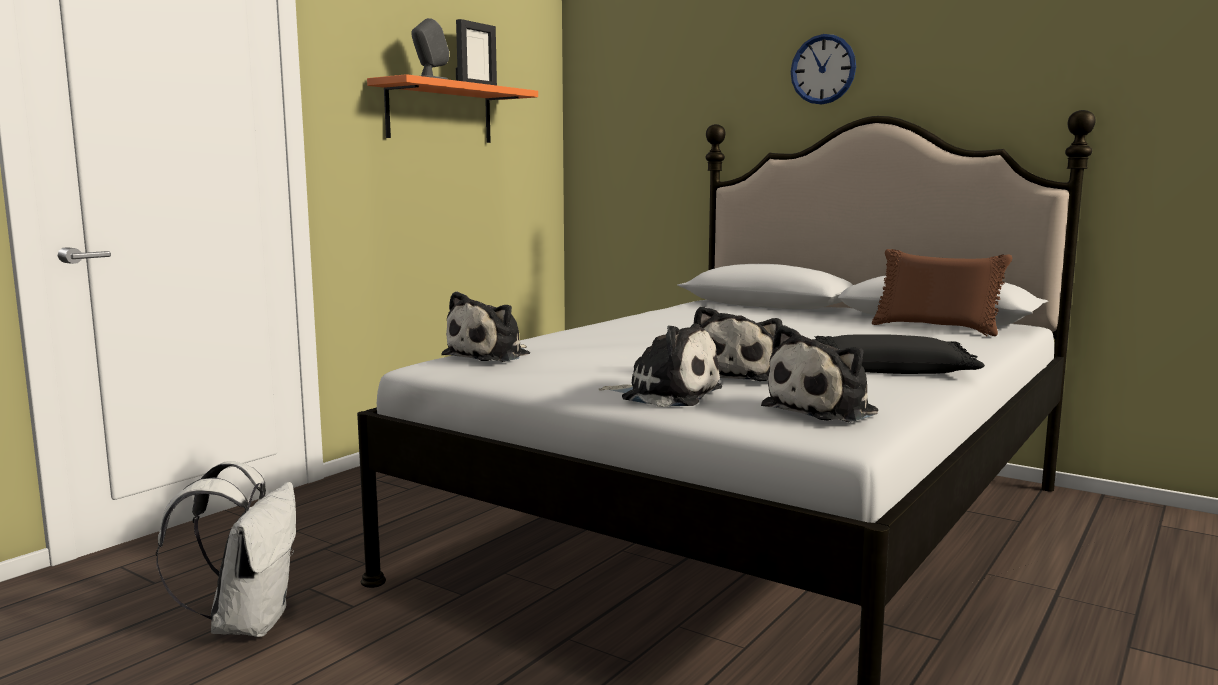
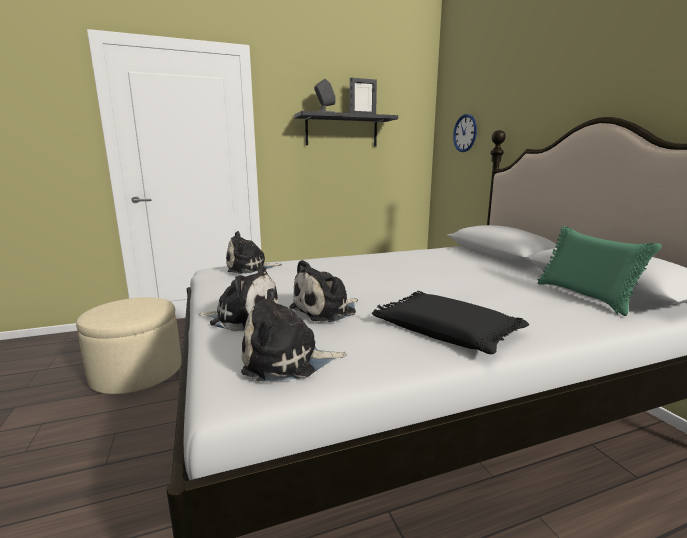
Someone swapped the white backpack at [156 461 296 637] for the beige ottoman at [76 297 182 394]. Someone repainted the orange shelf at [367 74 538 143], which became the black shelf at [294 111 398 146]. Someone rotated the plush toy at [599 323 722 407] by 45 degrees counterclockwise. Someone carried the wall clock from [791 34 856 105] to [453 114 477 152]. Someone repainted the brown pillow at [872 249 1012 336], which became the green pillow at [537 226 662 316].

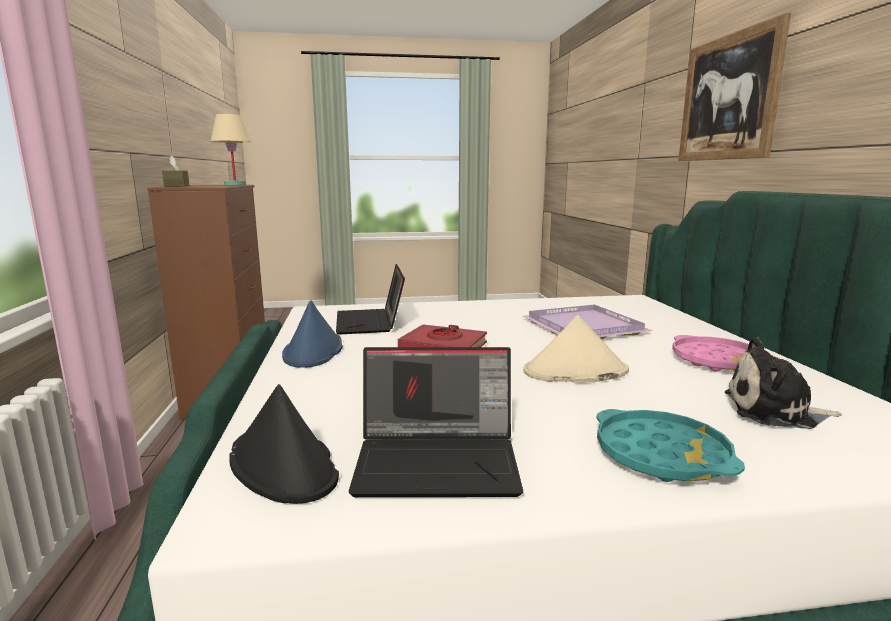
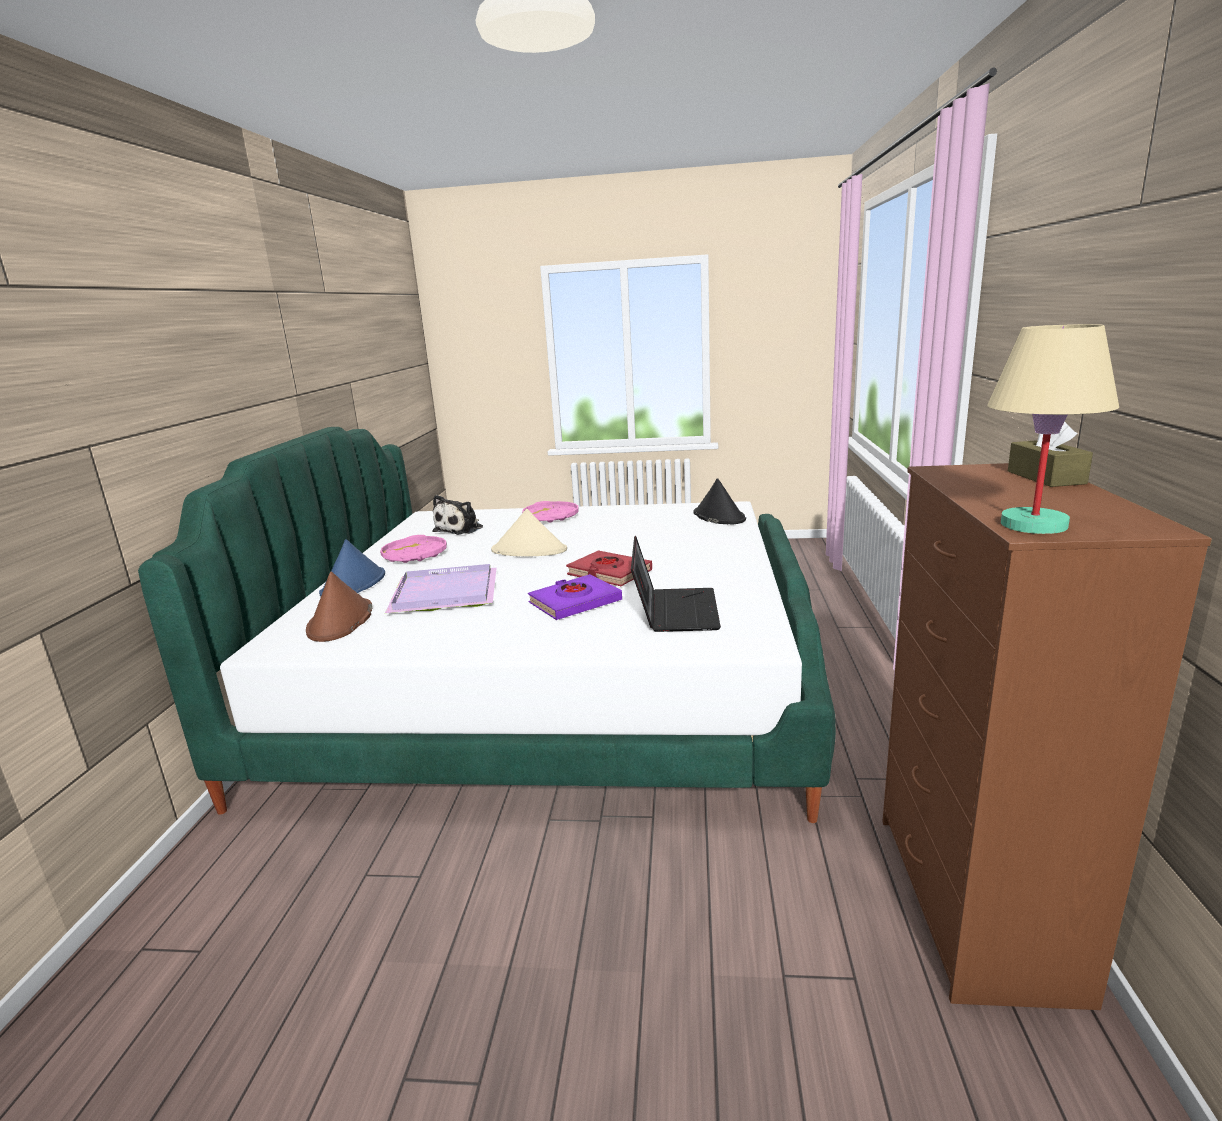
Someone carried the blue hat from [282 300 343 368] to [319 539 385 597]. Someone took away the laptop at [349 347 523 497]. Someone repainted the turquoise tray at [596 409 745 482], which became the pink tray at [522 501 579 522]. Someone took away the picture at [678 13 791 161]. Someone rotated the plush toy at [725 337 842 429] by 90 degrees clockwise. Someone put down the brown hat at [306 571 373 642]. Someone put down the purple book at [528 574 622 620].

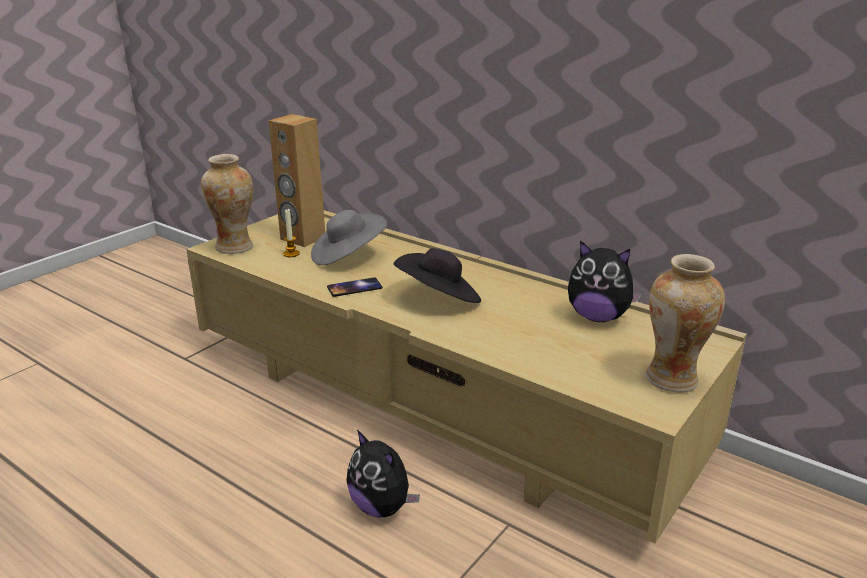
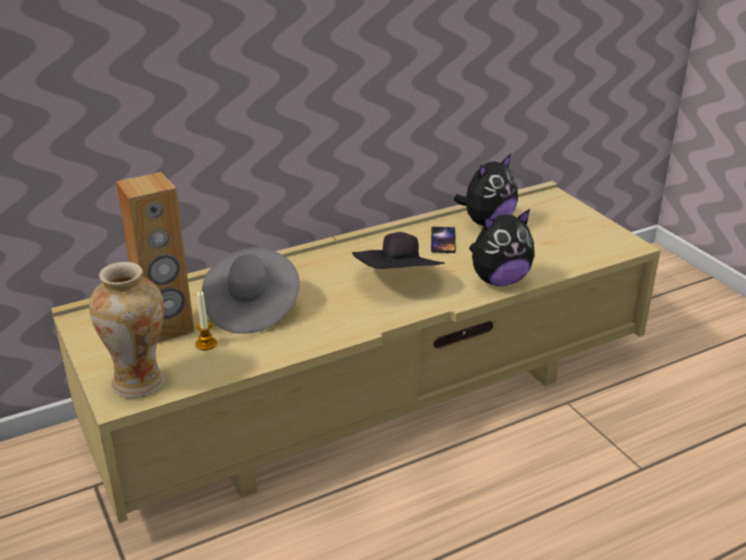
Someone carried the phone from [327 277 382 297] to [431 227 456 253]. Someone carried the plush toy from [346 430 420 518] to [469 209 535 286]. Someone took away the vase at [645 254 725 392].

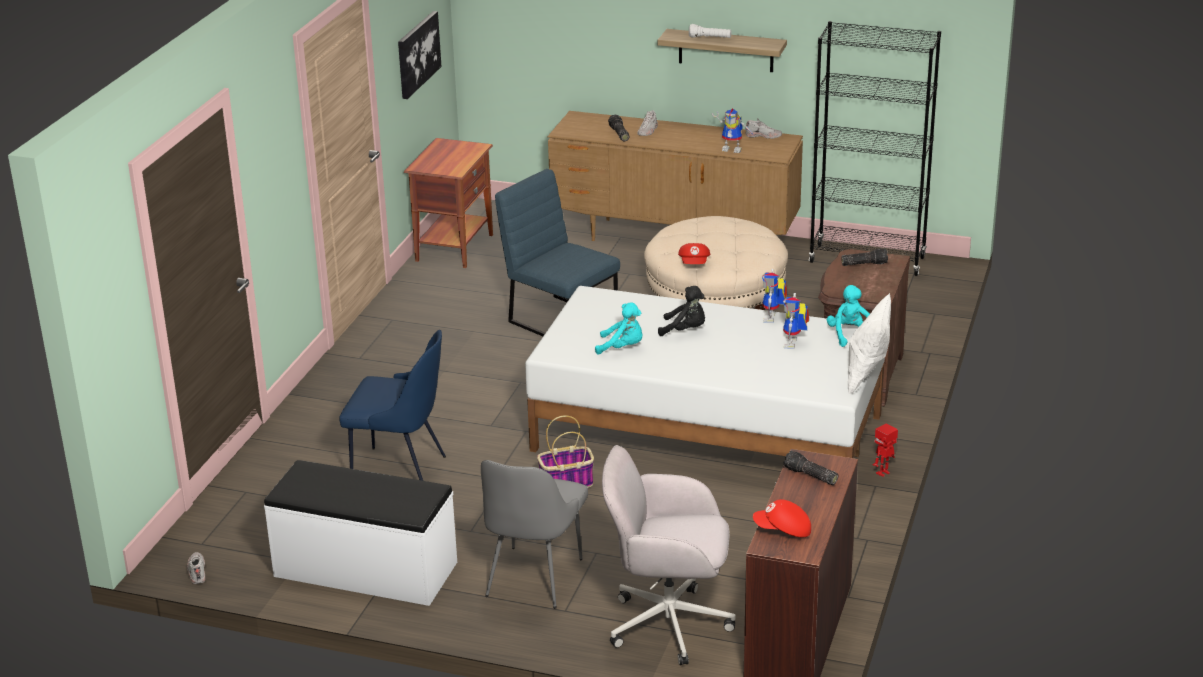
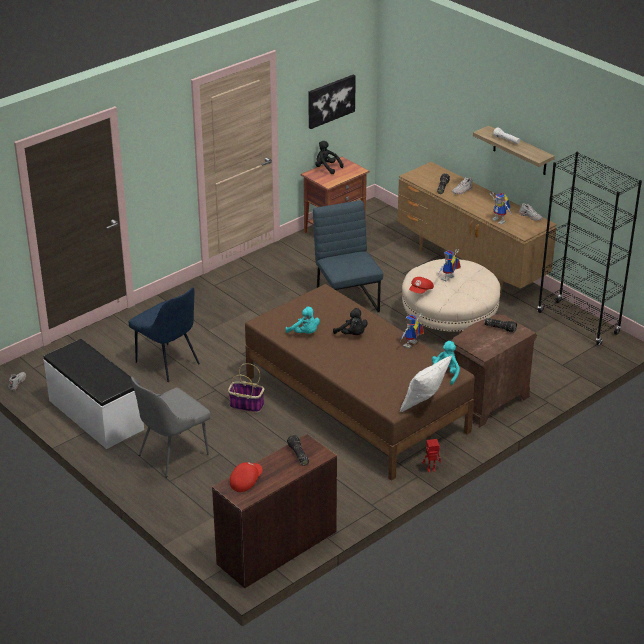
Someone repainted the white bed at [525 286 885 458], which became the brown bed at [245 284 475 481]. Someone took away the grey office chair at [602 445 736 665]. Someone rotated the red cap at [753 499 811 537] by 90 degrees clockwise. Someone carried the toy robot from [783 293 809 349] to [439 249 461 282]. Someone put down the black plush toy at [315 141 344 174].

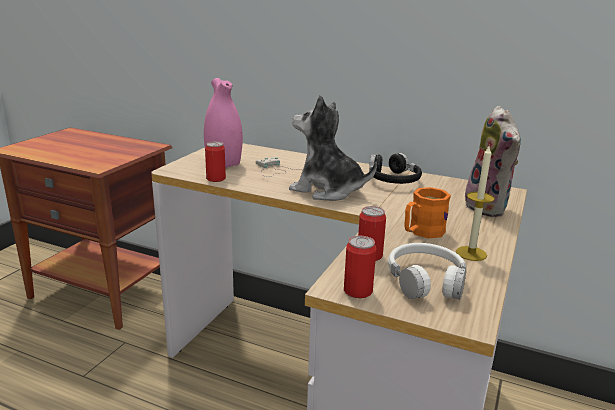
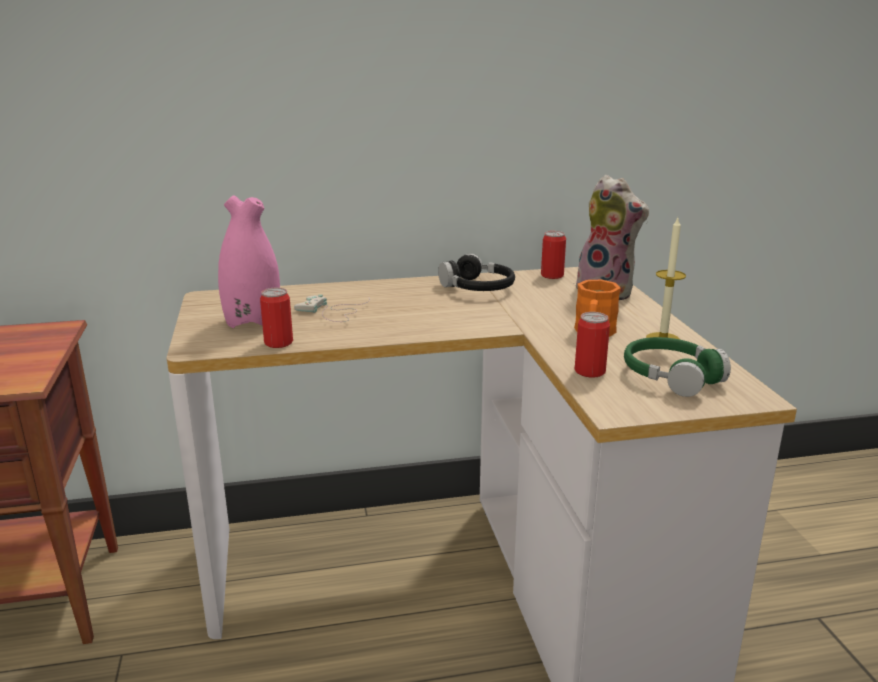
Someone took away the plush toy at [289 95 377 201]. Someone carried the can from [344 236 376 298] to [541 231 566 279]. Someone repainted the white headphones at [388 243 466 300], which became the green headphones at [624 337 731 397].

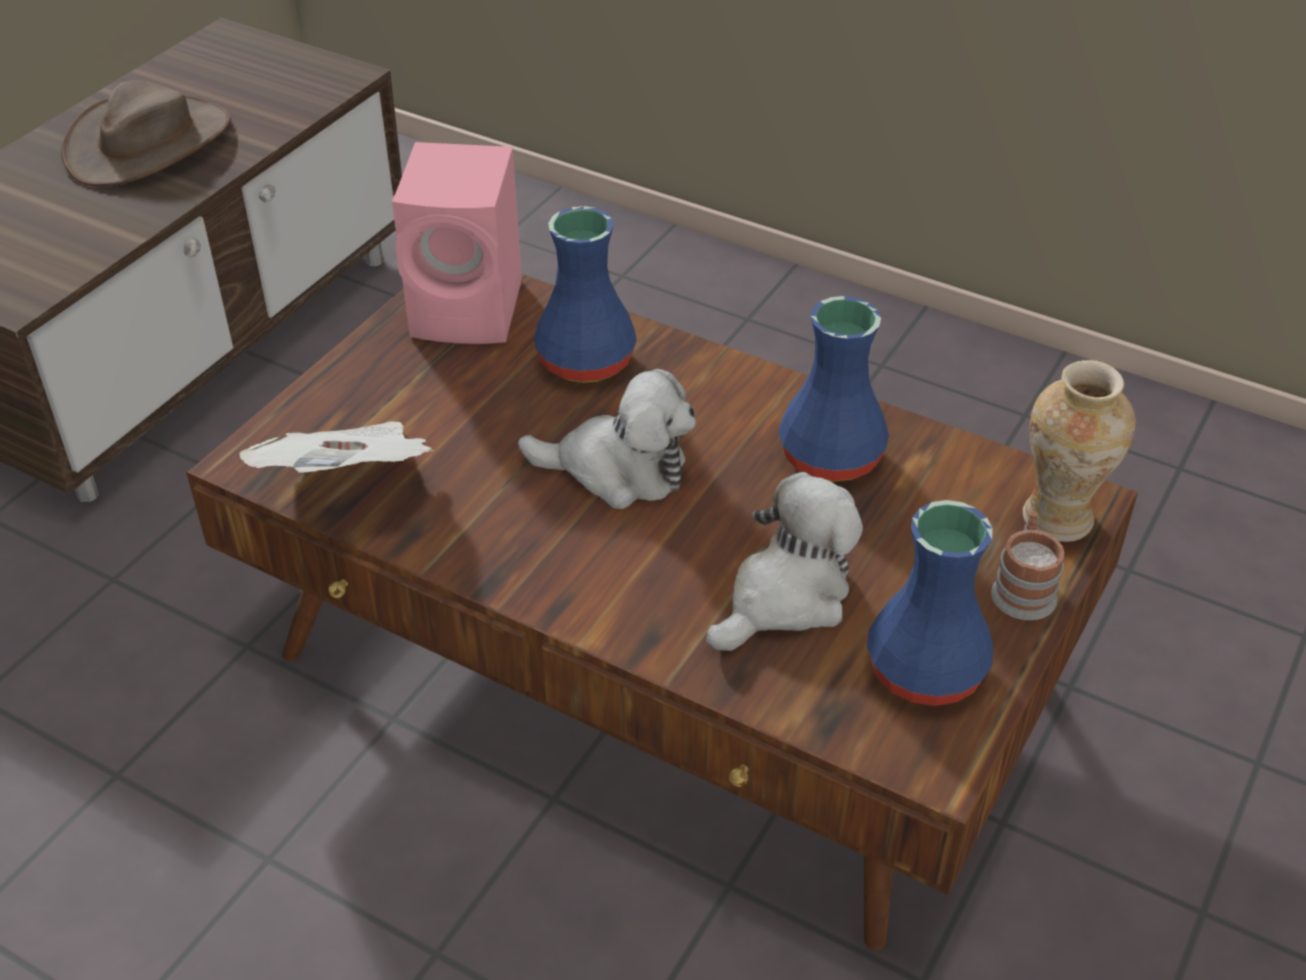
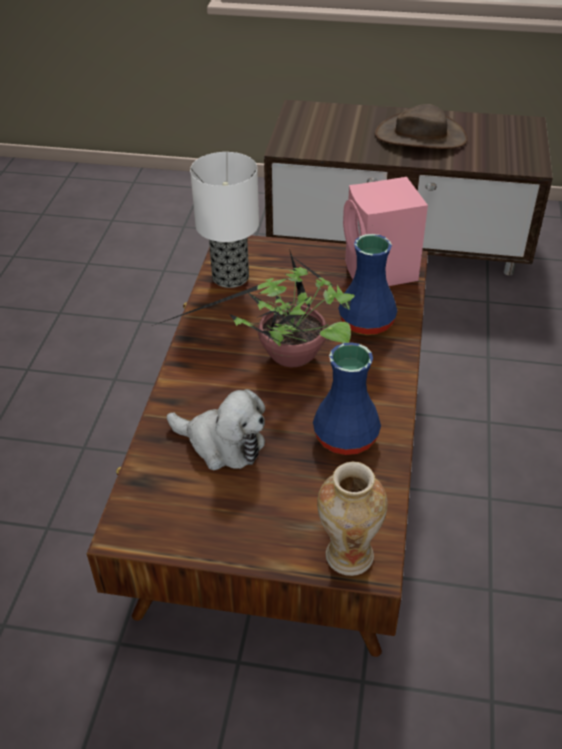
Someone swapped the newspaper at [239 421 433 473] for the table lamp at [190 152 259 288]. Someone swapped the plush toy at [518 369 696 509] for the potted plant at [152 249 355 367]. Someone took away the blue vase at [867 500 993 706]. Someone took away the mug at [991 511 1064 620].

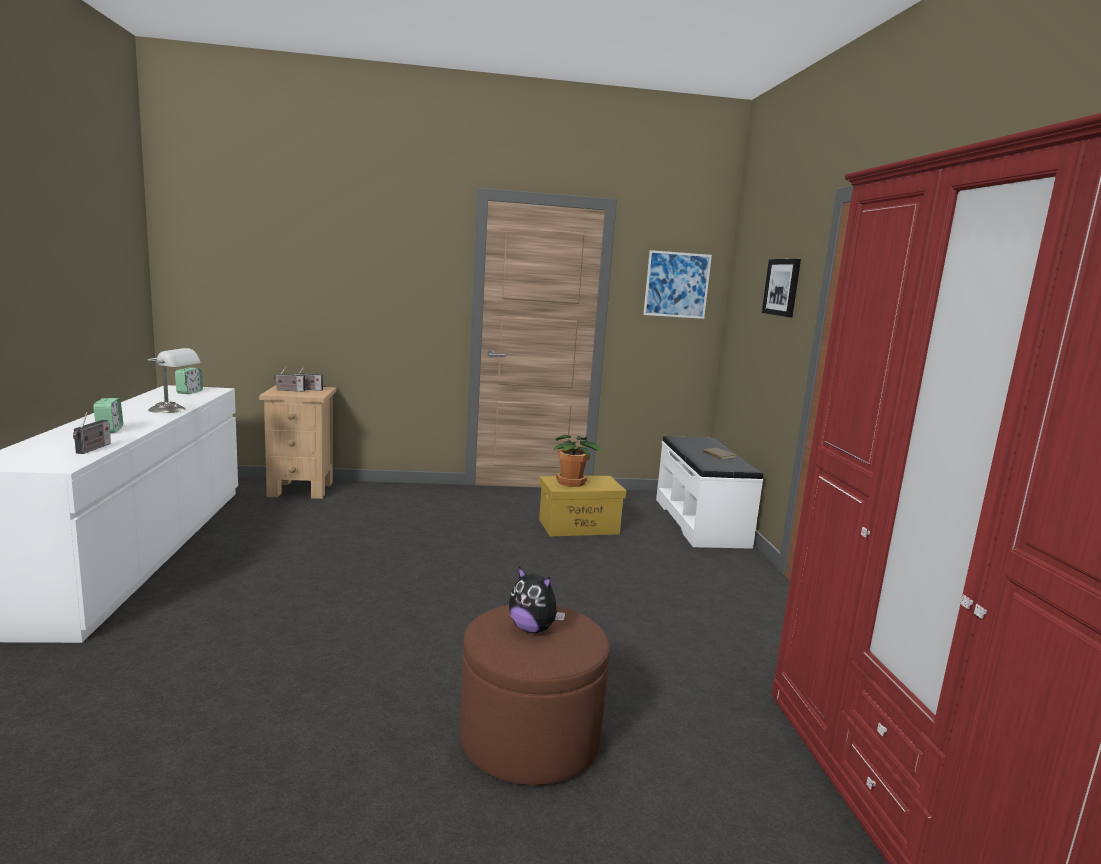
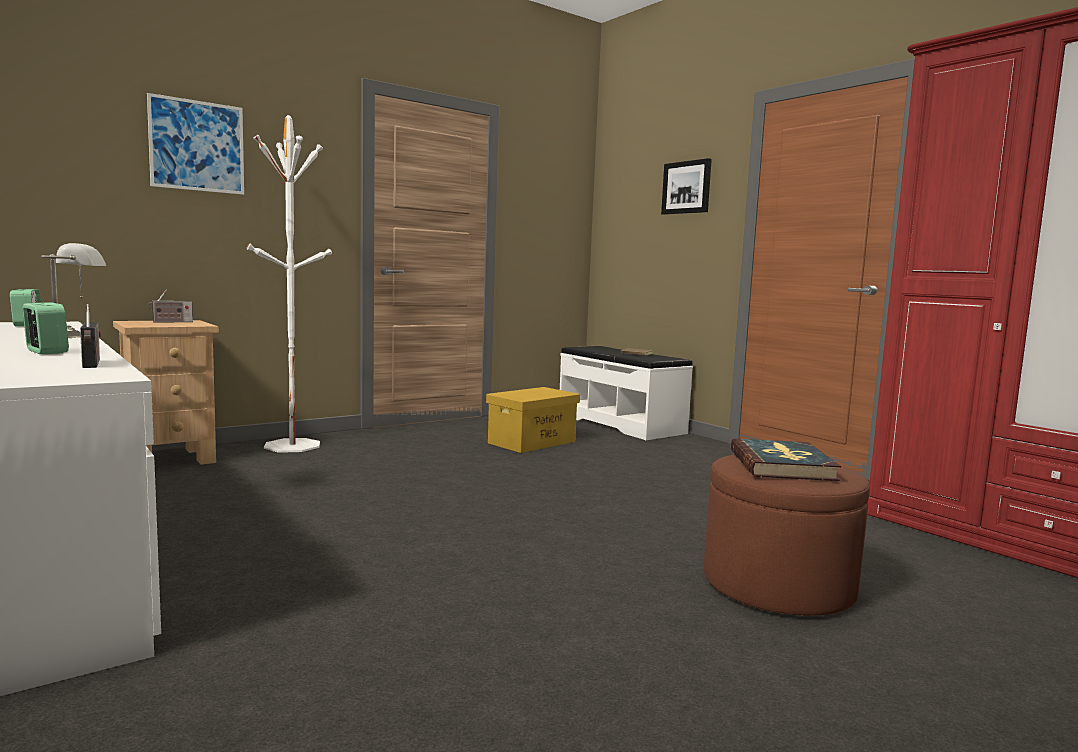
Someone took away the radio at [274 366 305 392]. Someone swapped the plush toy at [509 567 565 633] for the book at [731 439 841 481]. Someone took away the potted plant at [554 435 601 487]. Someone carried the picture from [643 250 712 319] to [147 93 244 195]. Someone put down the white clothes rack at [247 115 332 453].

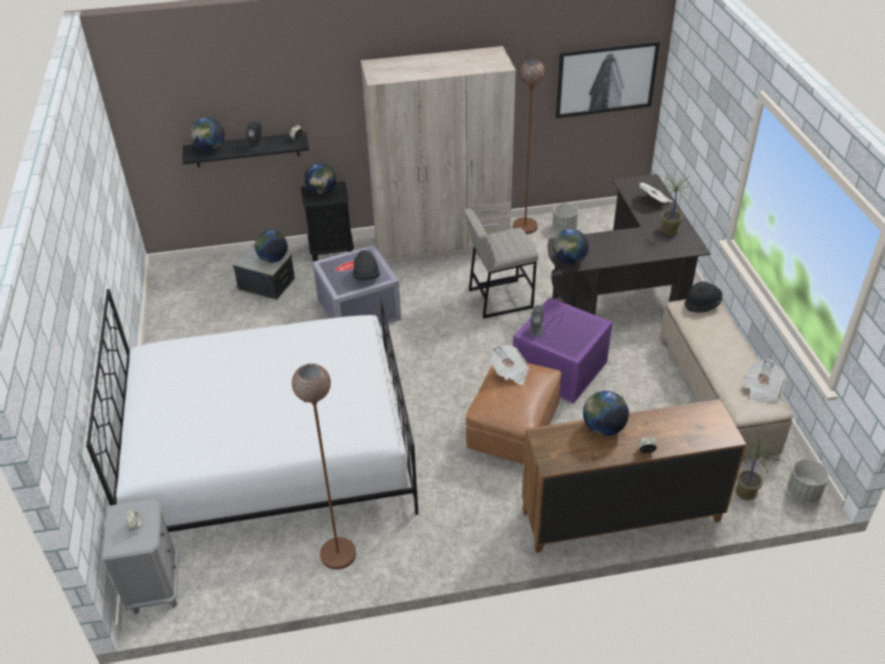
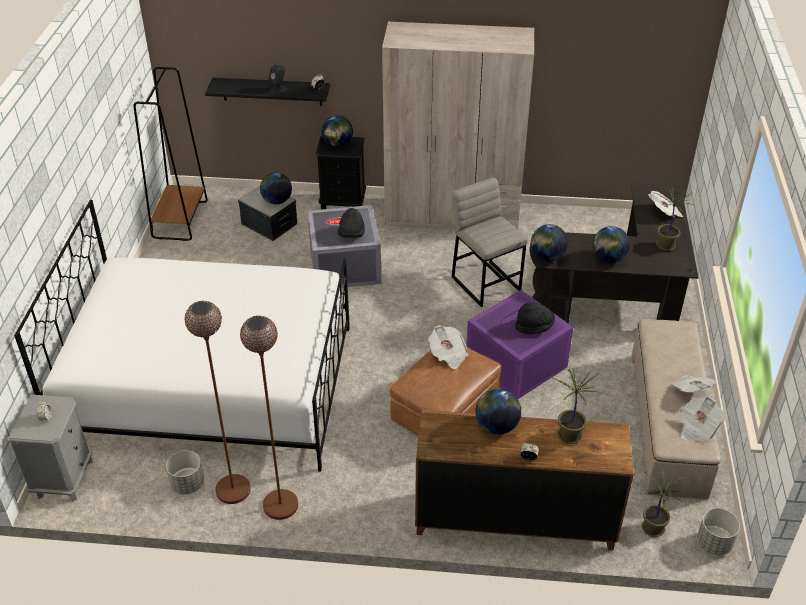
Someone carried the globe from [190 118 225 152] to [592 226 630 263]. Someone rotated the grey chair at [464 208 538 319] by 60 degrees clockwise. Someone carried the brown floor lamp from [513 59 545 234] to [240 316 298 520]. Someone took away the grey speaker at [530 305 545 336]. Someone carried the grey planter from [552 203 578 232] to [166 450 204 494]. Someone took away the picture at [556 41 660 118]. Someone carried the black hat from [685 281 723 313] to [515 302 555 335]. Someone put down the clothes rack at [133 67 208 241]. Someone put down the potted plant at [549 369 603 444]. Someone put down the newspaper at [671 375 716 392].

